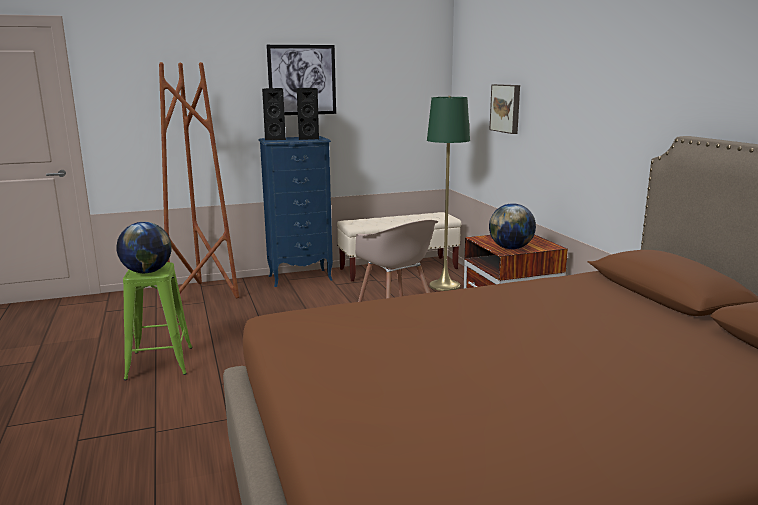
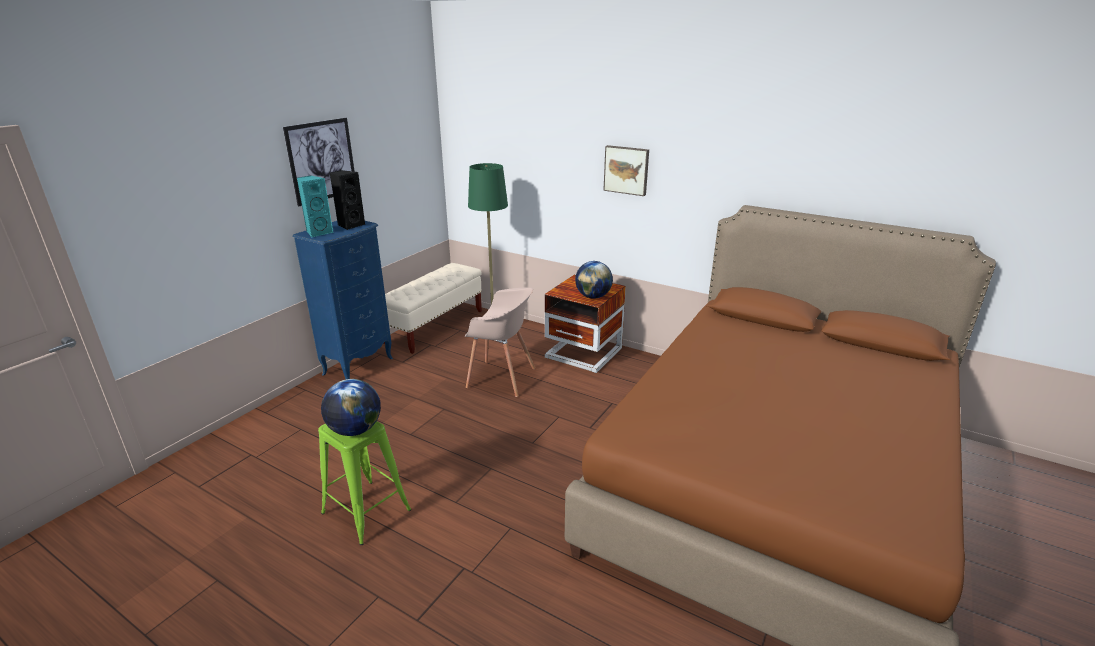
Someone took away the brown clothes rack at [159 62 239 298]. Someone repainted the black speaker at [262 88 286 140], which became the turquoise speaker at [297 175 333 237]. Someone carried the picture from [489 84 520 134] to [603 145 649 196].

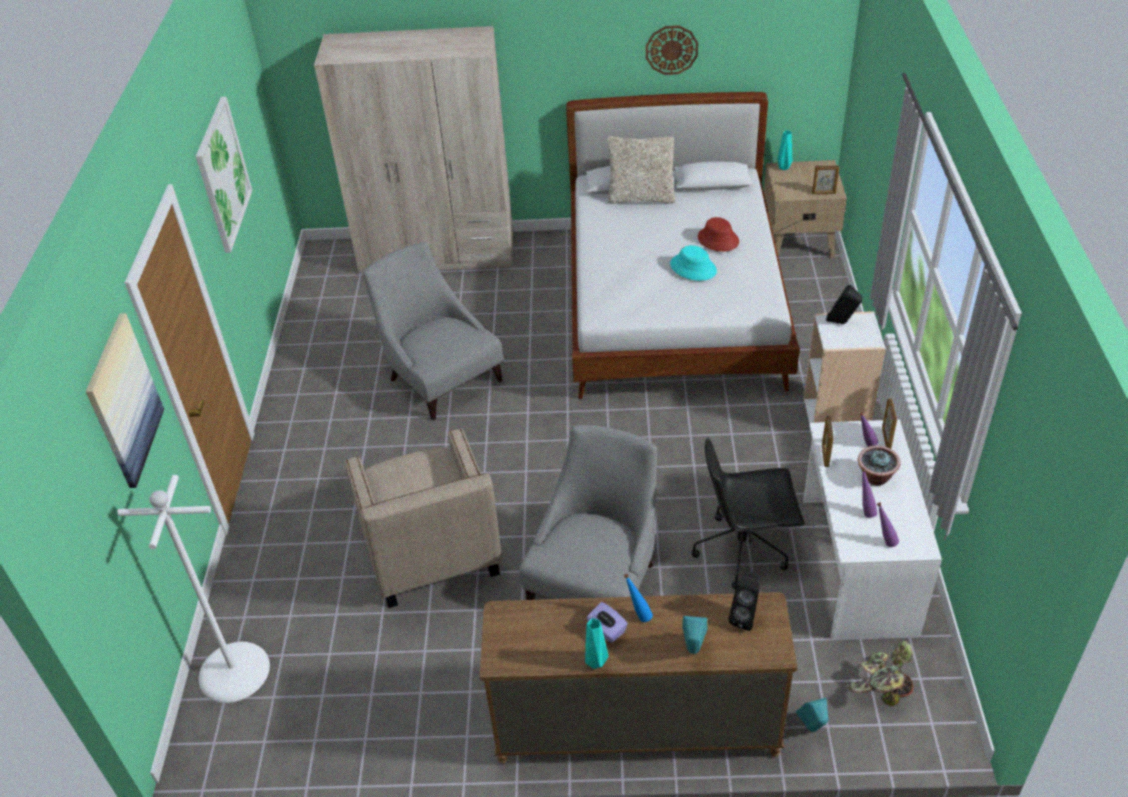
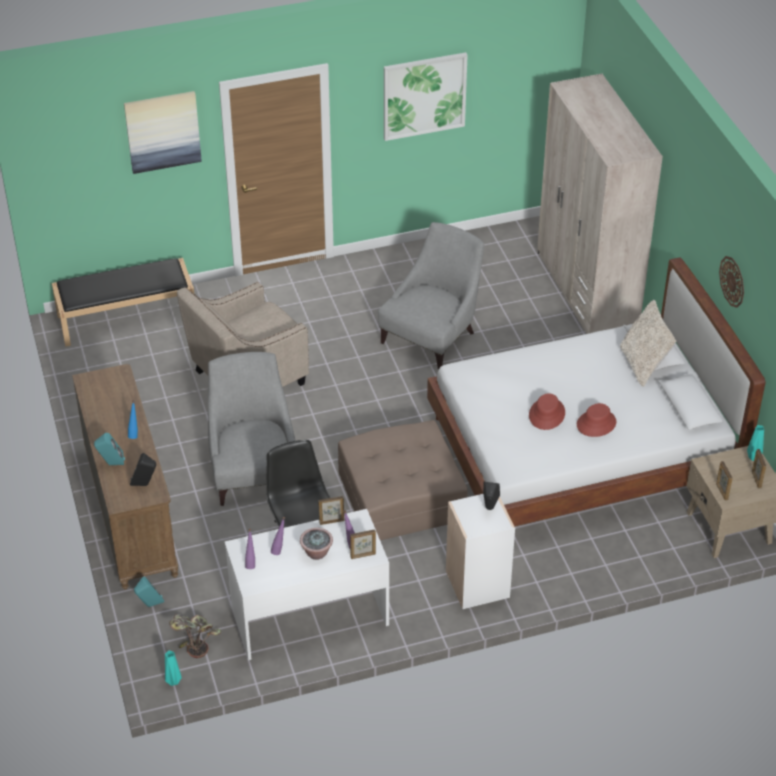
Someone swapped the white clothes rack at [117 475 270 703] for the black bench at [52 258 194 347]. Someone rotated the grey armchair at [519 425 657 600] by 105 degrees counterclockwise. Someone carried the turquoise vase from [585 618 608 669] to [165 651 182 686]. Someone took away the purple tissue box at [586 602 628 643]. Someone repainted the turquoise hat at [670 245 717 281], which became the red hat at [529 393 565 430]. Someone put down the brown ottoman at [338 420 468 540]. Someone put down the picture frame at [752 449 766 488].

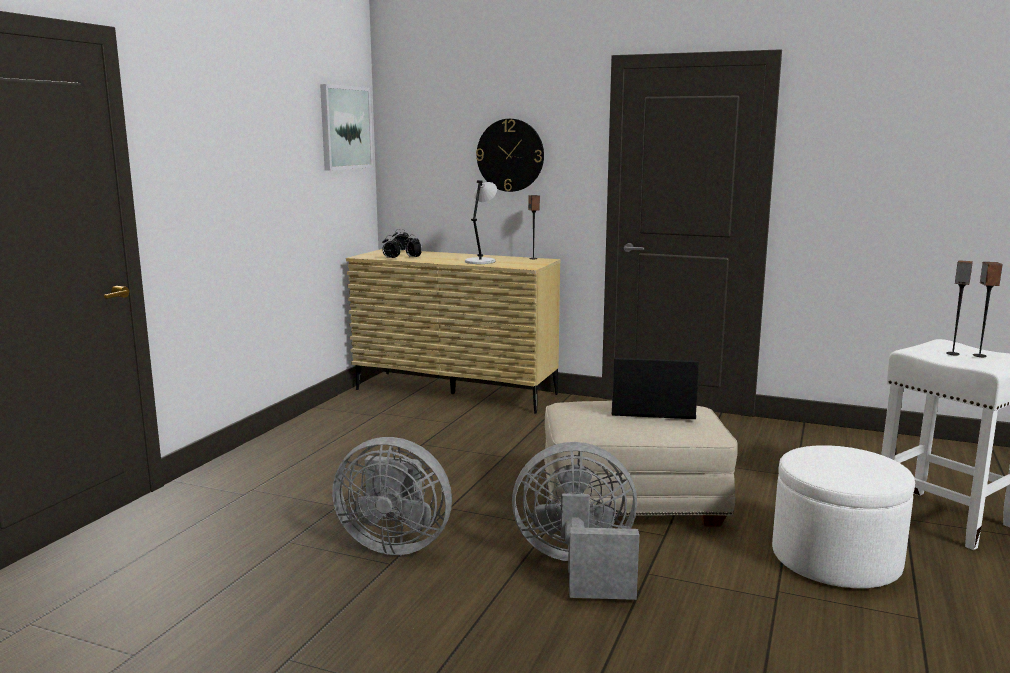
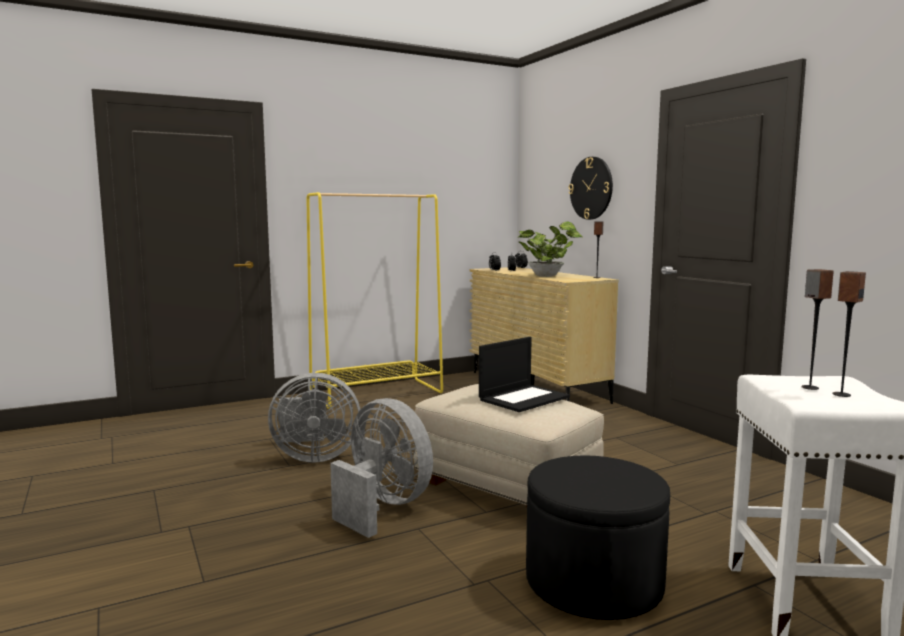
Someone took away the picture at [320 84 373 171]. Someone rotated the grey fan at [332 437 452 555] by 60 degrees counterclockwise. Someone swapped the grey table lamp at [465 180 497 264] for the potted plant at [518 221 583 277]. Someone rotated the laptop at [612 358 699 419] by 90 degrees clockwise. Someone repainted the white ottoman at [772 445 915 588], which became the black ottoman at [526 455 670 620]. Someone put down the yellow clothes rack at [307 192 443 409].

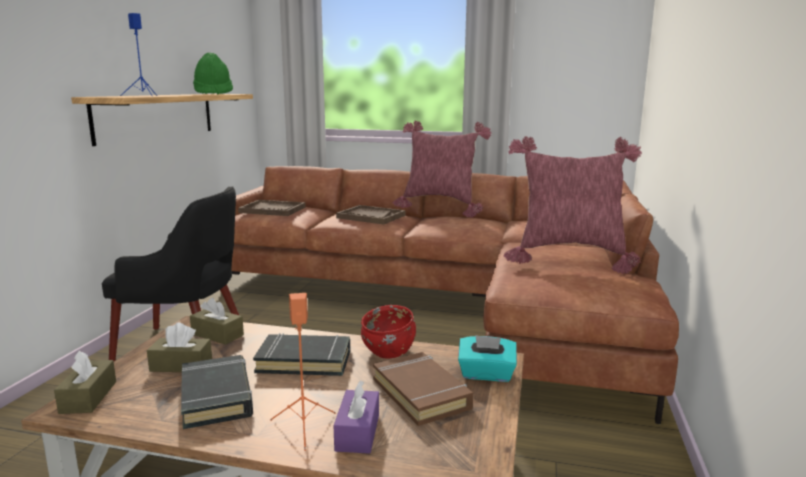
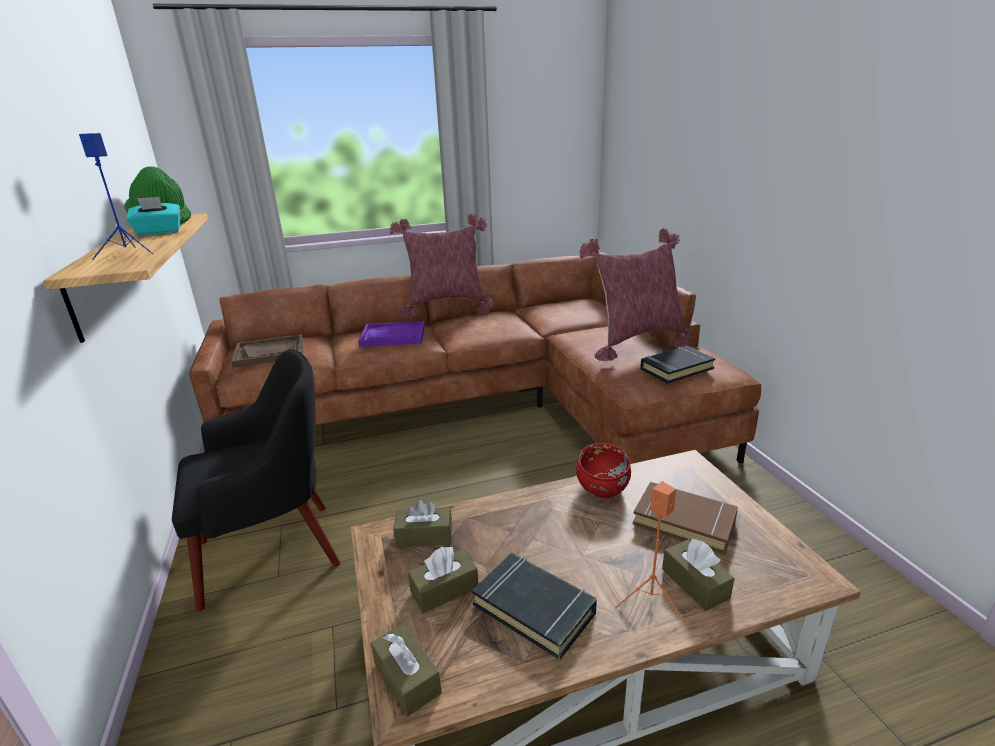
Someone carried the black book from [253 333 350 376] to [640 346 716 383]. Someone repainted the purple tissue box at [334 381 379 454], which became the brown tissue box at [662 538 735 611]. Someone repainted the brown tray at [336 205 405 225], which became the purple tray at [358 321 425 347]. Someone carried the turquoise tissue box from [458 335 517 382] to [126 197 180 236].

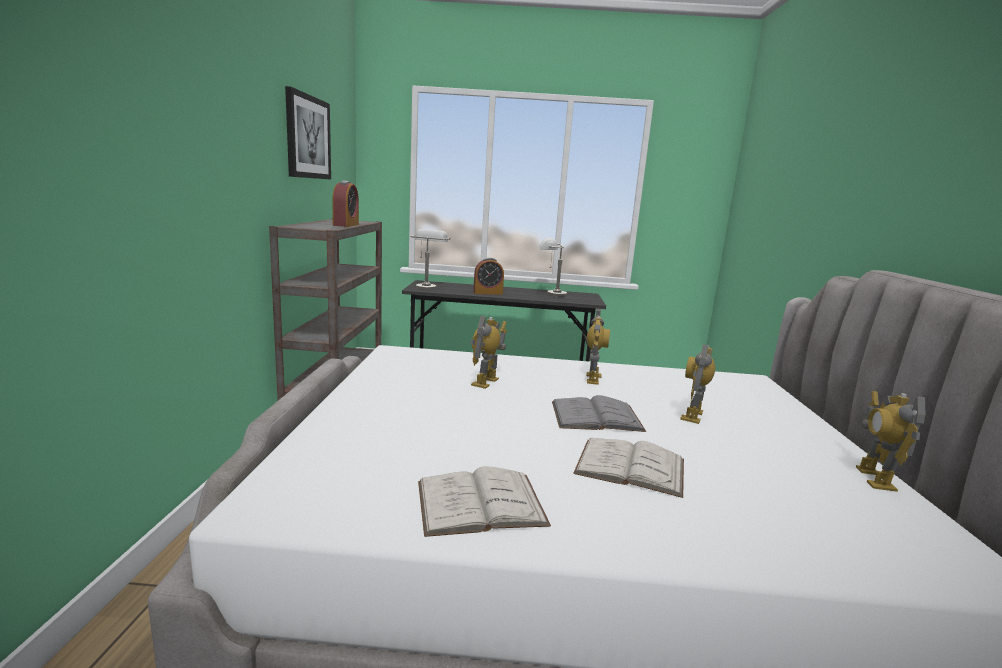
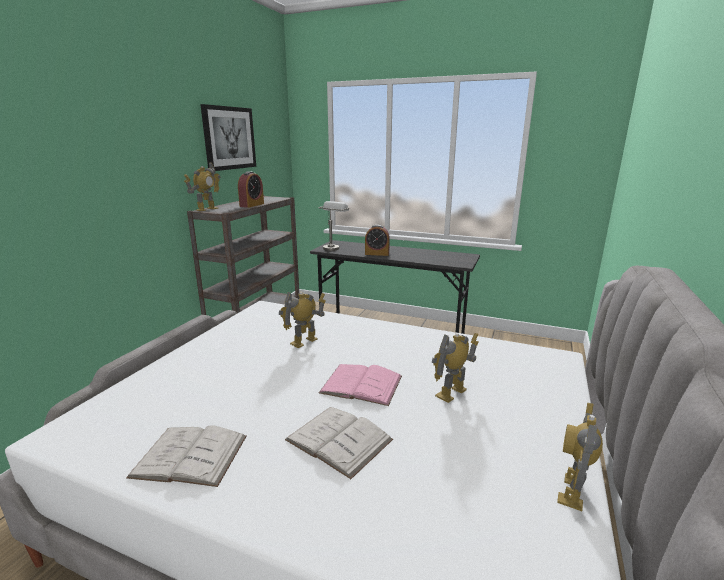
Someone took away the grey table lamp at [539 237 567 297]. Someone repainted the grey book at [552 395 646 432], which became the pink book at [319 364 402 406]. Someone carried the toy robot from [587 308 610 385] to [184 162 221 211].

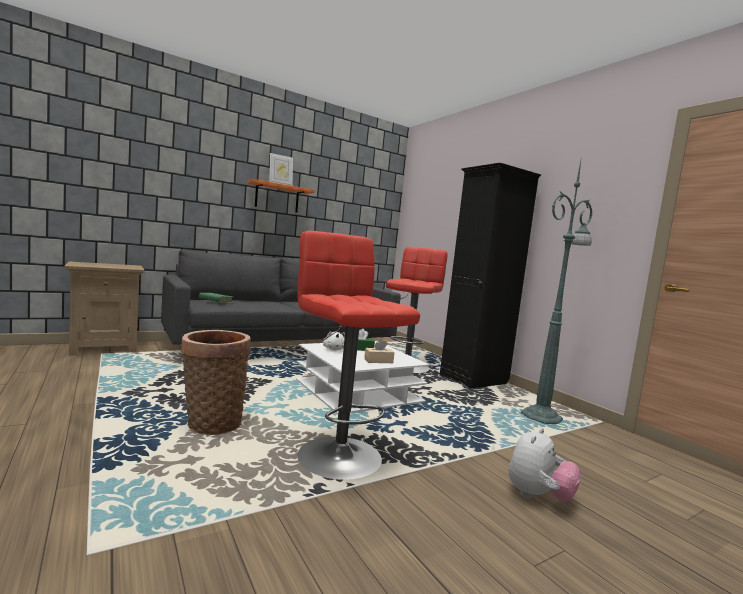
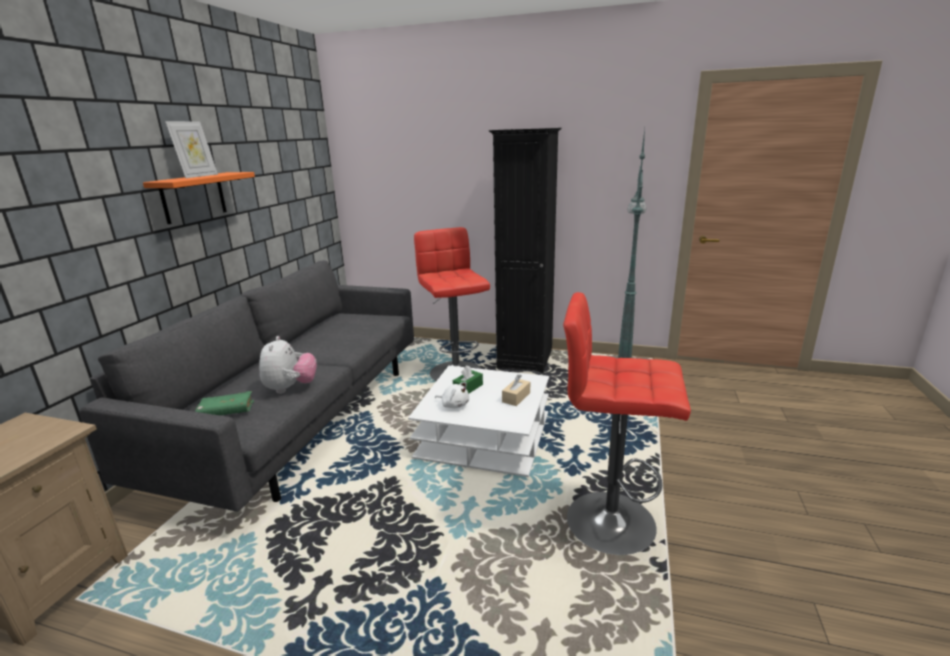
Someone took away the basket at [181 330 251 435]. Someone carried the plush toy from [509 428 581 502] to [259 336 317 394].

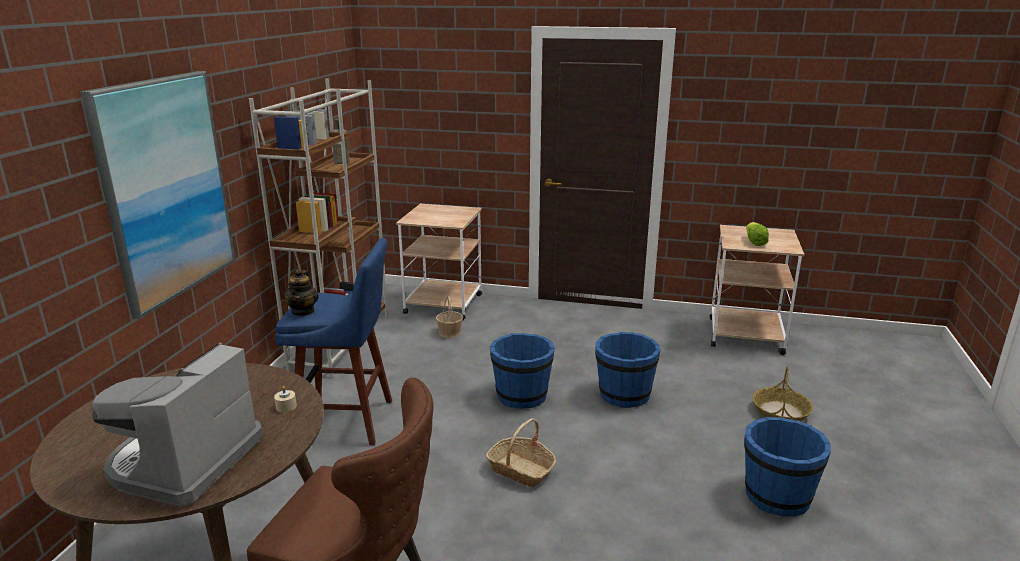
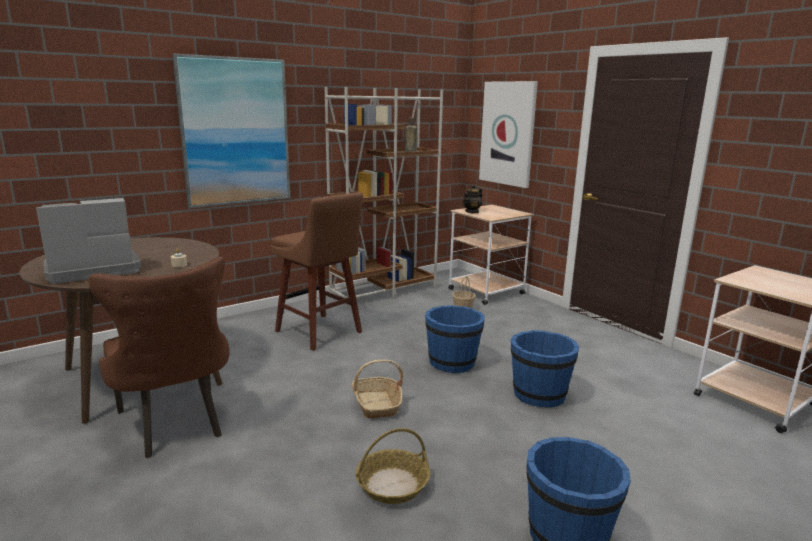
Someone repainted the blue stool at [275 237 392 446], which became the brown stool at [270 192 363 351]. Someone carried the teapot from [284 269 319 316] to [463 184 482 214]. Someone took away the lettuce at [746 222 769 246]. Someone carried the basket from [753 366 813 422] to [355 428 430 504]. Someone put up the picture at [479 81 538 188].

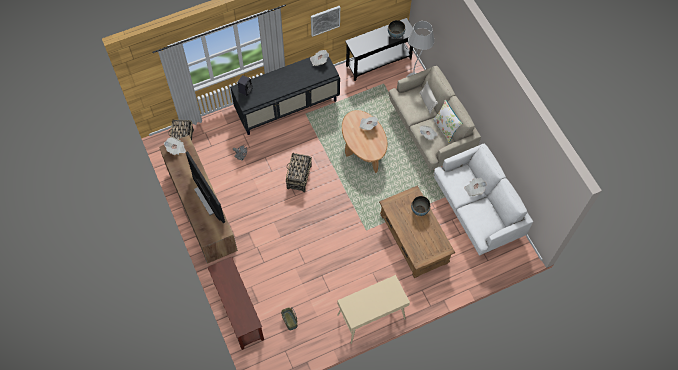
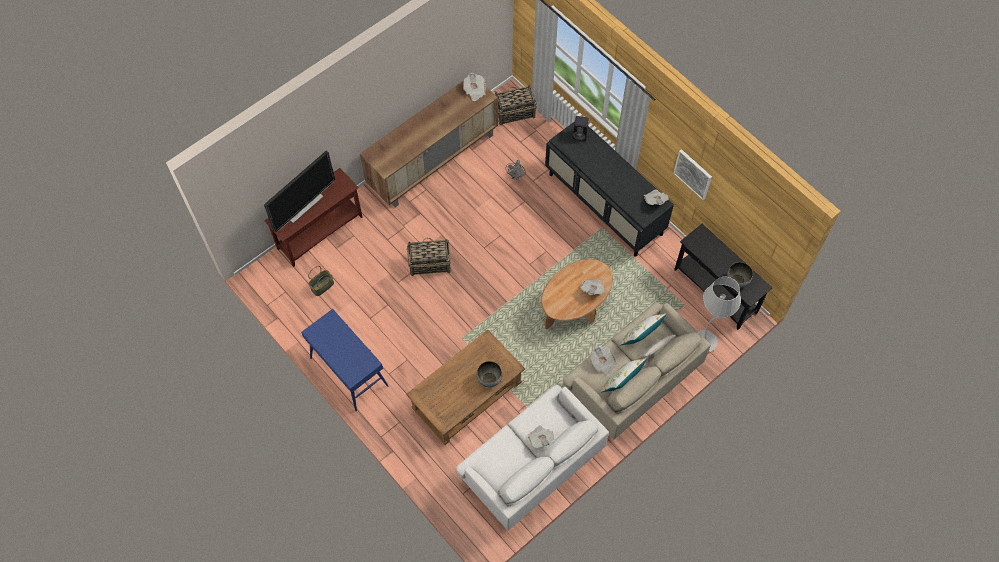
Someone carried the television from [185 151 225 223] to [264 151 335 233]. Someone carried the basket from [286 152 312 192] to [407 238 451 276]. Someone repainted the beige console table at [337 275 410 344], which became the blue console table at [301 309 388 411]. Someone put down the white pillow at [620 314 667 345].

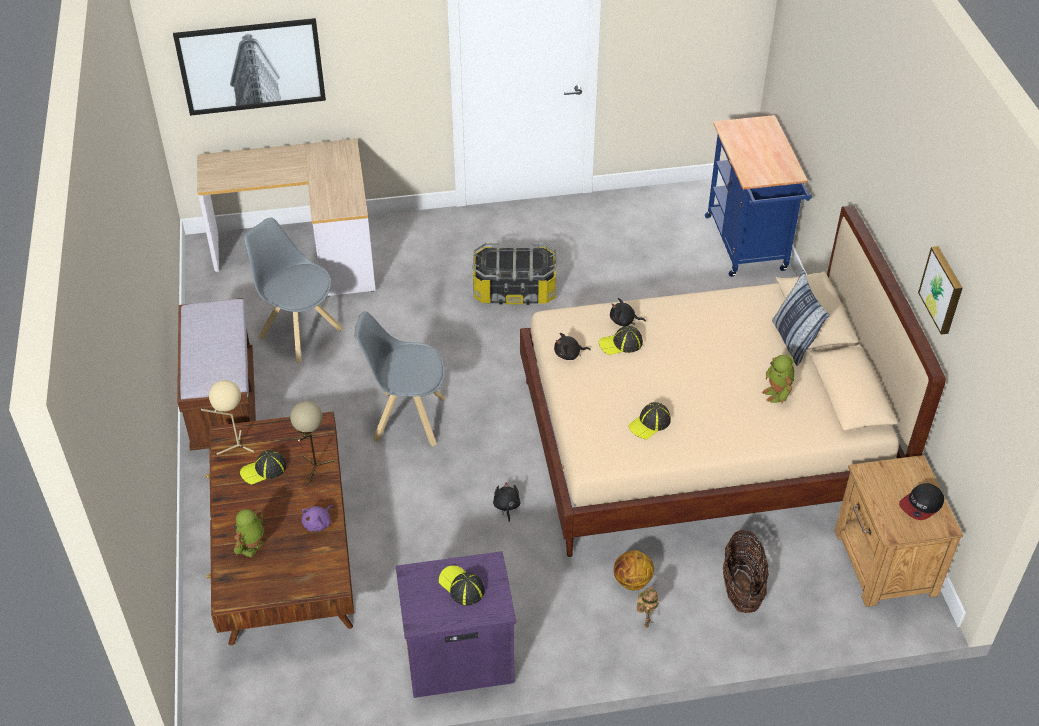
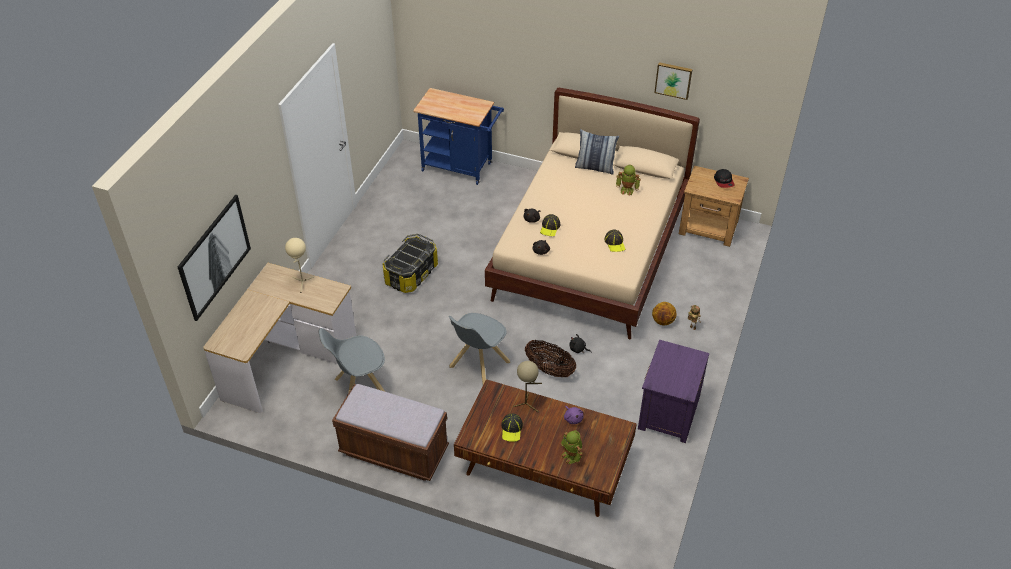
Someone carried the beige table lamp from [201 380 255 455] to [285 238 314 293]. Someone took away the cap at [439 566 485 605]. Someone carried the basket from [723 530 769 613] to [525 340 576 377].

